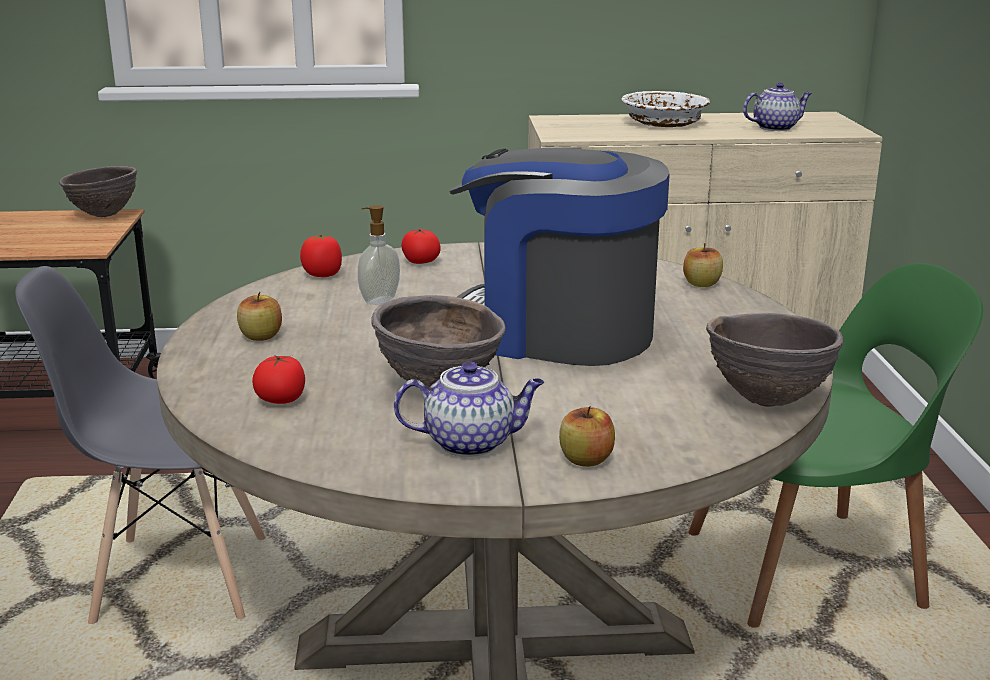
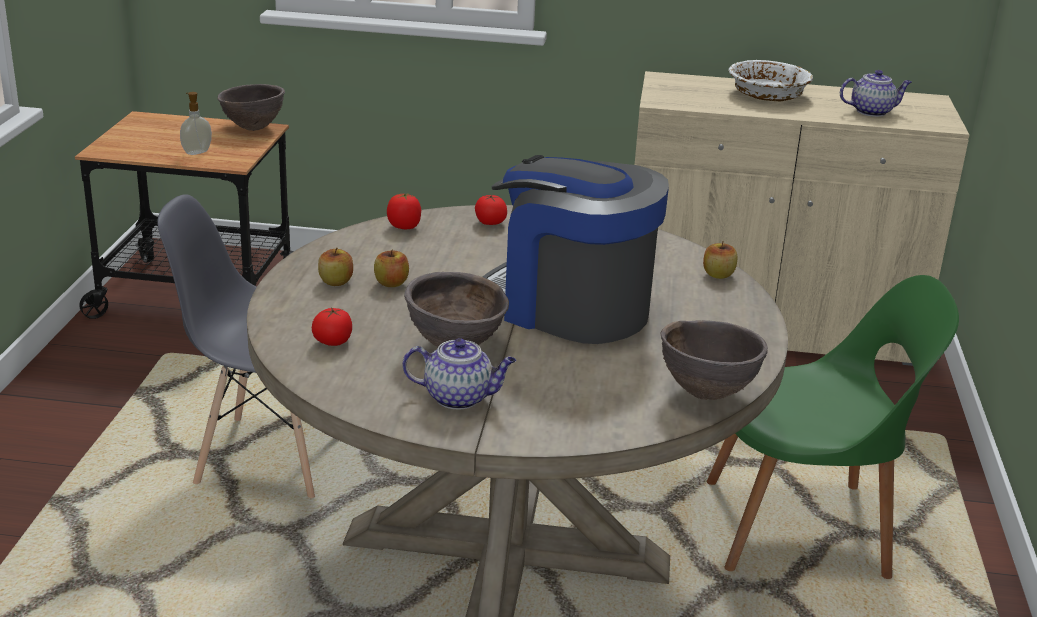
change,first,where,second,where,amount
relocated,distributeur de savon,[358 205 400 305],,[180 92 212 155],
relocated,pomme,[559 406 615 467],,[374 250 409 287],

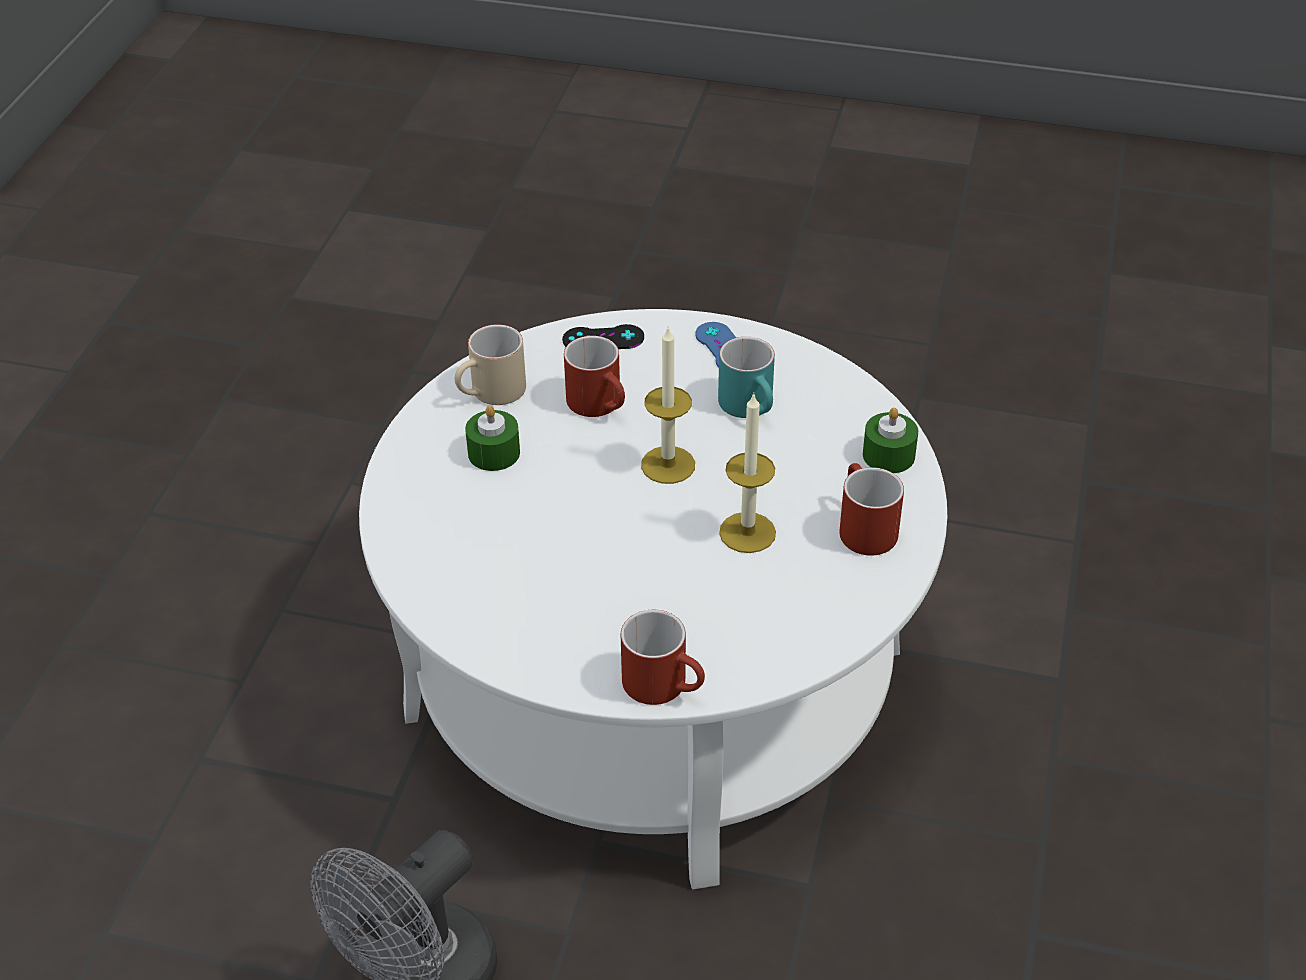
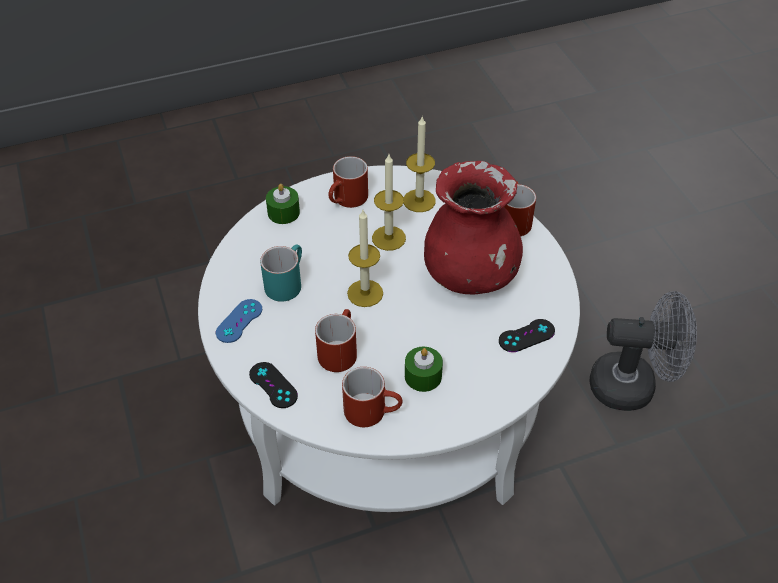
change,first,where,second,where,amount
appeared,,,bougie,[404 117 436 212],
appeared,,,vase/rouge,[424 161 523 294],
appeared,,,manette/noir,[499 319 555 352],
colour,mug/beige,[454 324 526 405],mug/rouge,[342 367 403 427],

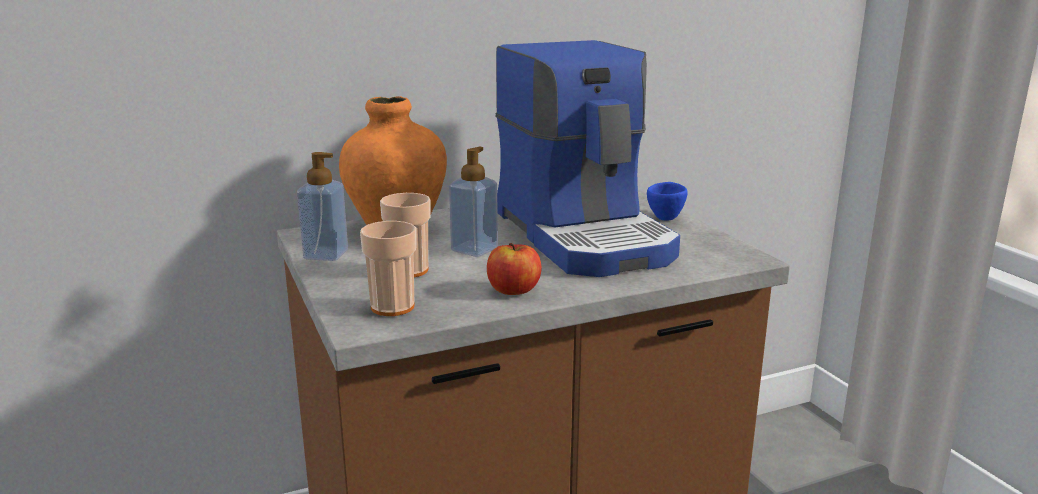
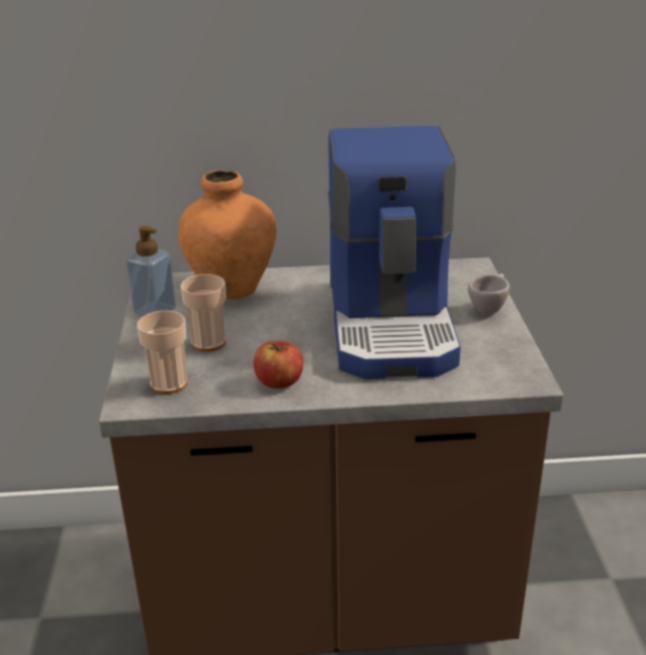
change,first,where,second,where,amount
missing,distributeur de savon,[449 147 498 257],,,
colour,tasse/bleu,[647 182 688 220],tasse/beige,[468 274 510 315],

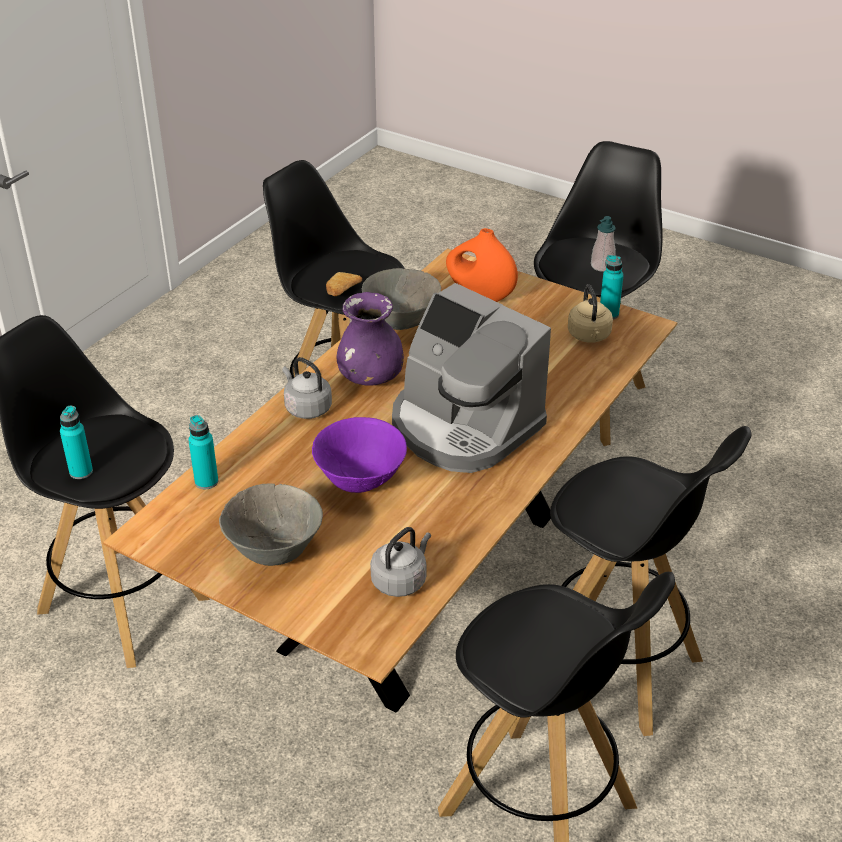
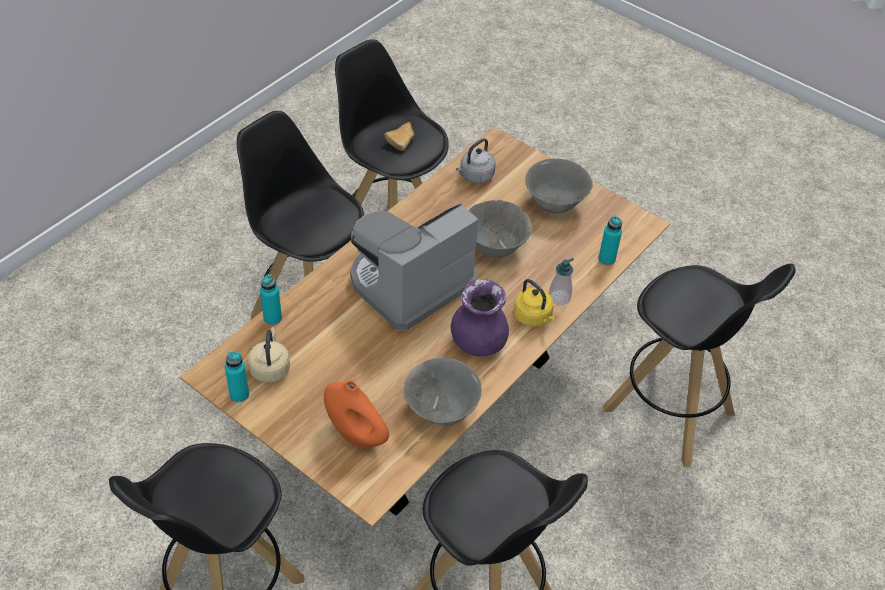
change,first,where,second,where,amount
relocated,bouteille/turquoise,[60 406 93 479],,[260 274 282 325],
relocated,pain,[326 272 362 296],,[384 122 415 151],
relocated,distributeur de savon,[591 216 616 272],,[549 258 574 305],
colour,bouilloire/gris,[282 357 332 419],bouilloire/jaune,[514 279 555 327],
colour,bol/violet,[312 417 407 493],bol/gris,[468 200 532 258],
spun,machine à café,[392 283 551 473],,[350 203 479 331],90 degrees counterclockwise

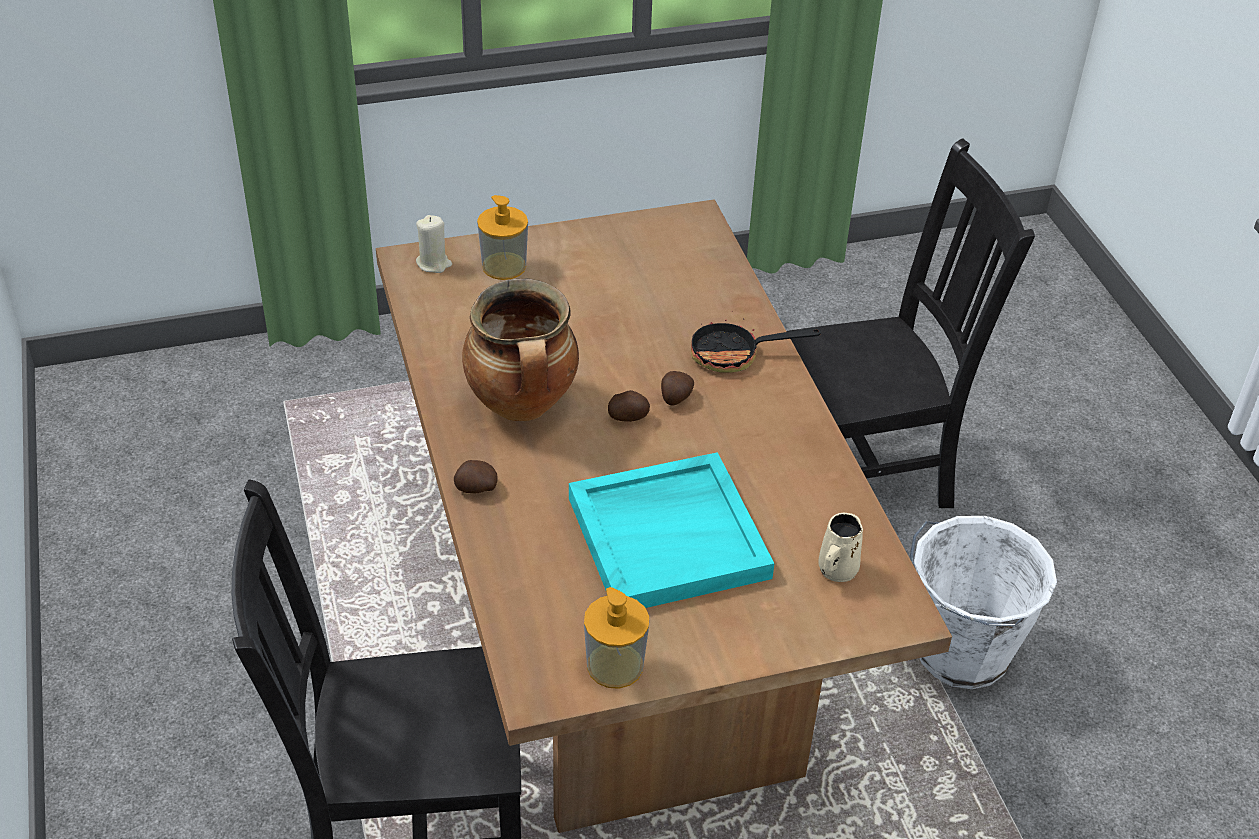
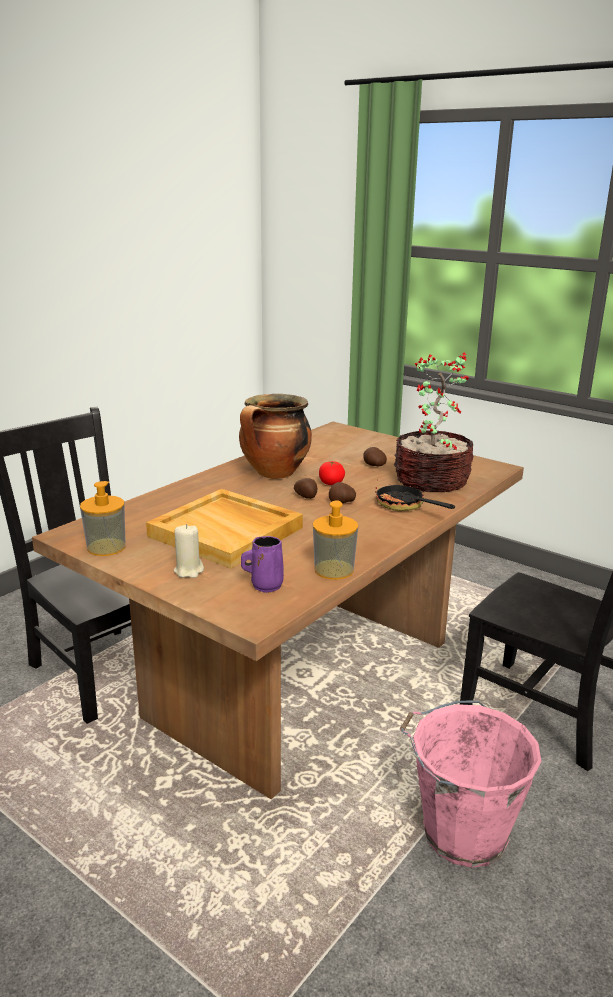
change,first,where,second,where,amount
appeared,,,tomate,[319 461 345 485],
appeared,,,plante en pot,[394 352 474 492],
relocated,bougie/beige,[416 215 452 273],,[174 524 204 578],
relocated,pomme de terre,[454 460 498 493],,[363 447 387 467],
relocated,distributeur de savon,[477 195 528 280],,[313 500 358 579],
colour,plateau/turquoise,[569 452 775 608],plateau/beige,[146 489 303 569],
colour,mug/beige,[818 513 863 582],mug/violet,[241 536 284 593],
colour,seau/blanc,[910 516 1057 689],seau/rose,[400 701 542 868],

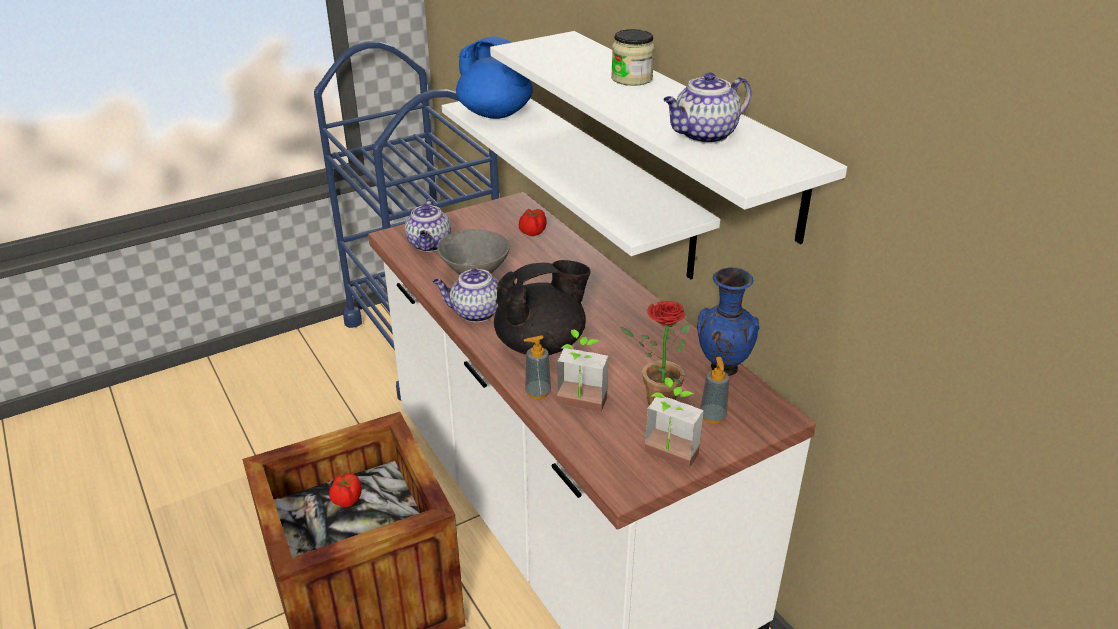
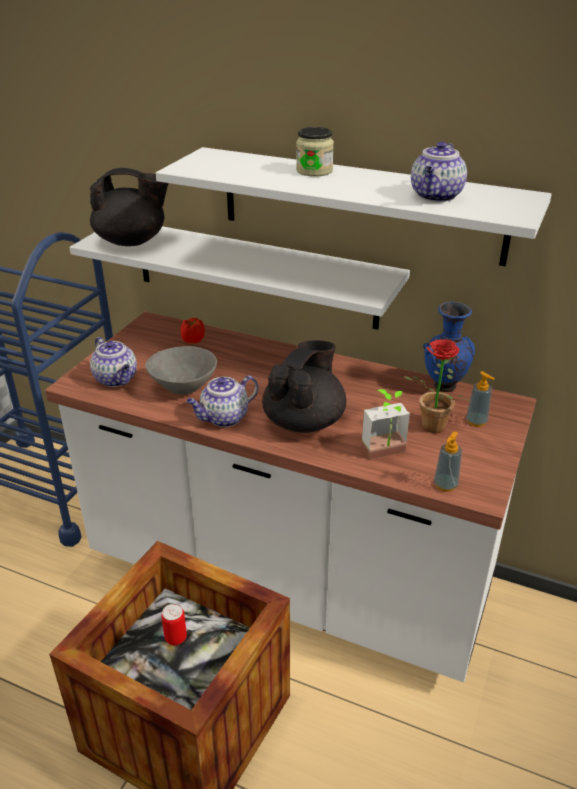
change,first,where,second,where,amount
missing,plante en pot,[644 377 704 469],,,
relocated,distributeur de savon,[524 335 551 399],,[434 432 462 492],
exchanged,tomate,[329 473 362 507],boîte métallique,[161 603 187 645],
colour,théière/bleu,[456 36 533 119],théière/noir,[90 168 169 246],

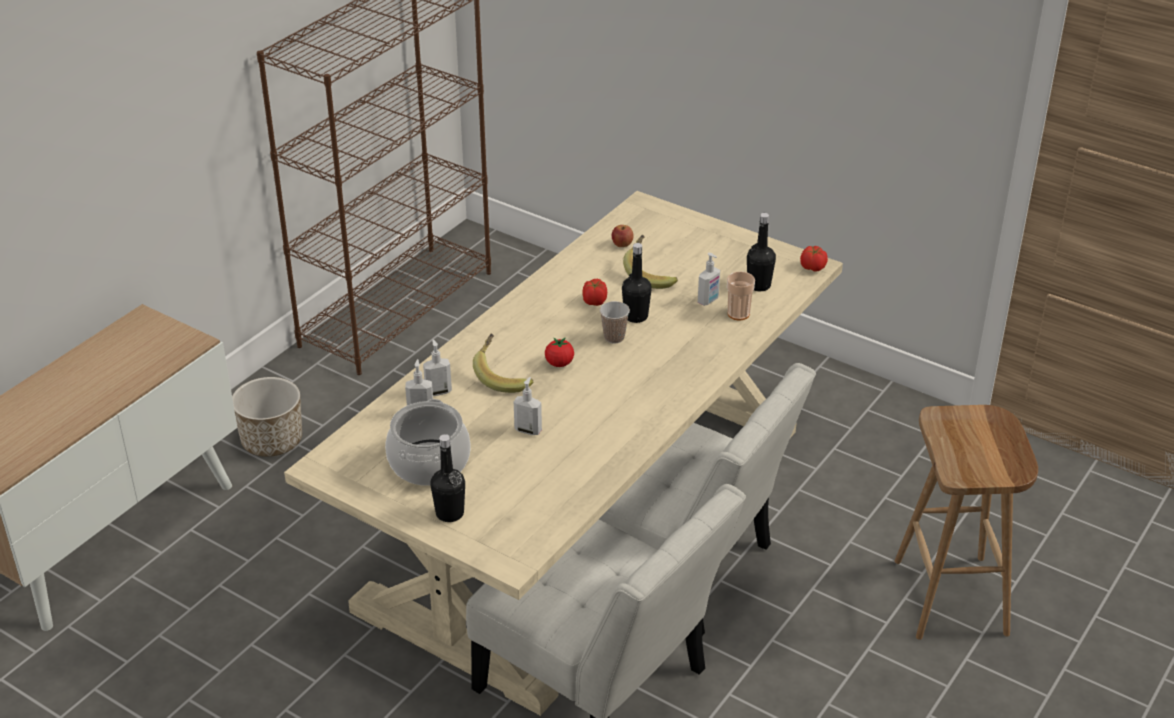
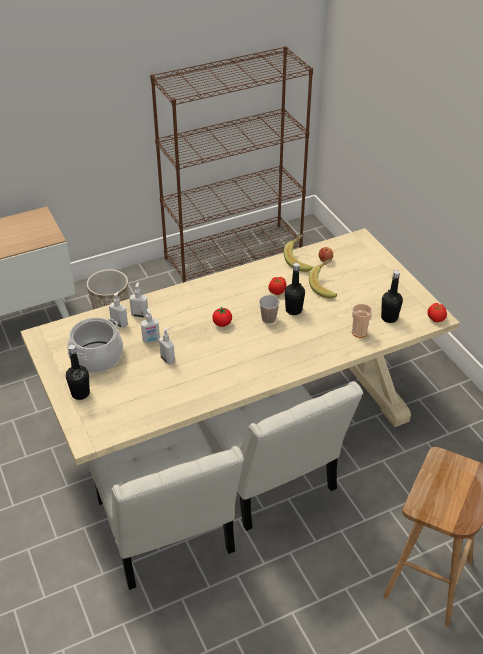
change,first,where,second,where,amount
relocated,banane,[473 334 533 393],,[284 233 313 272],
relocated,distributeur de savon,[698 253 720 306],,[141 308 160 343],

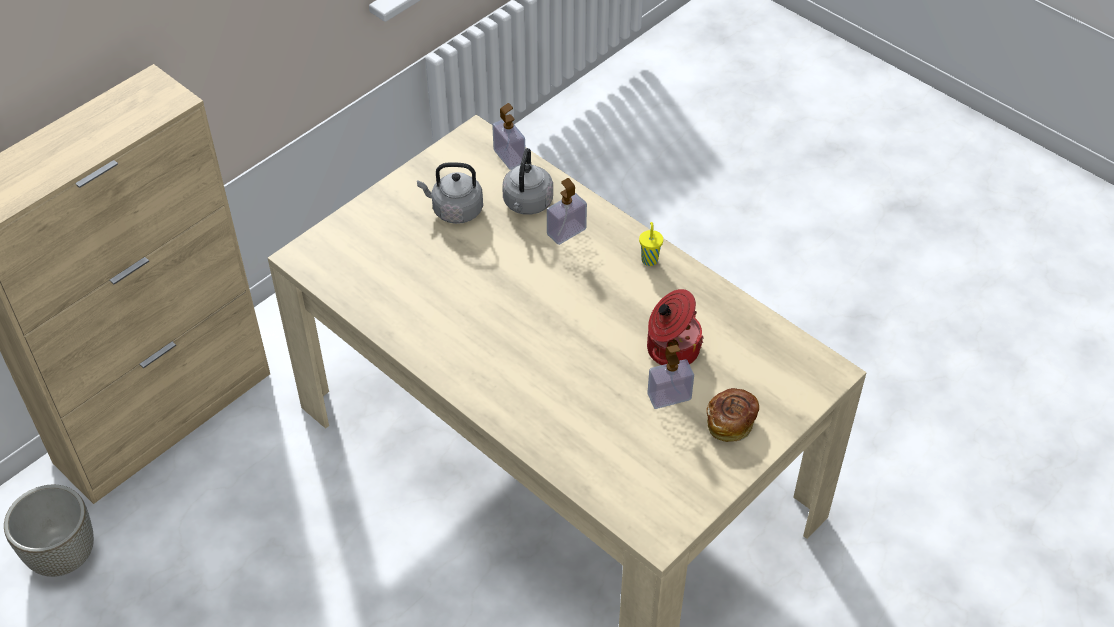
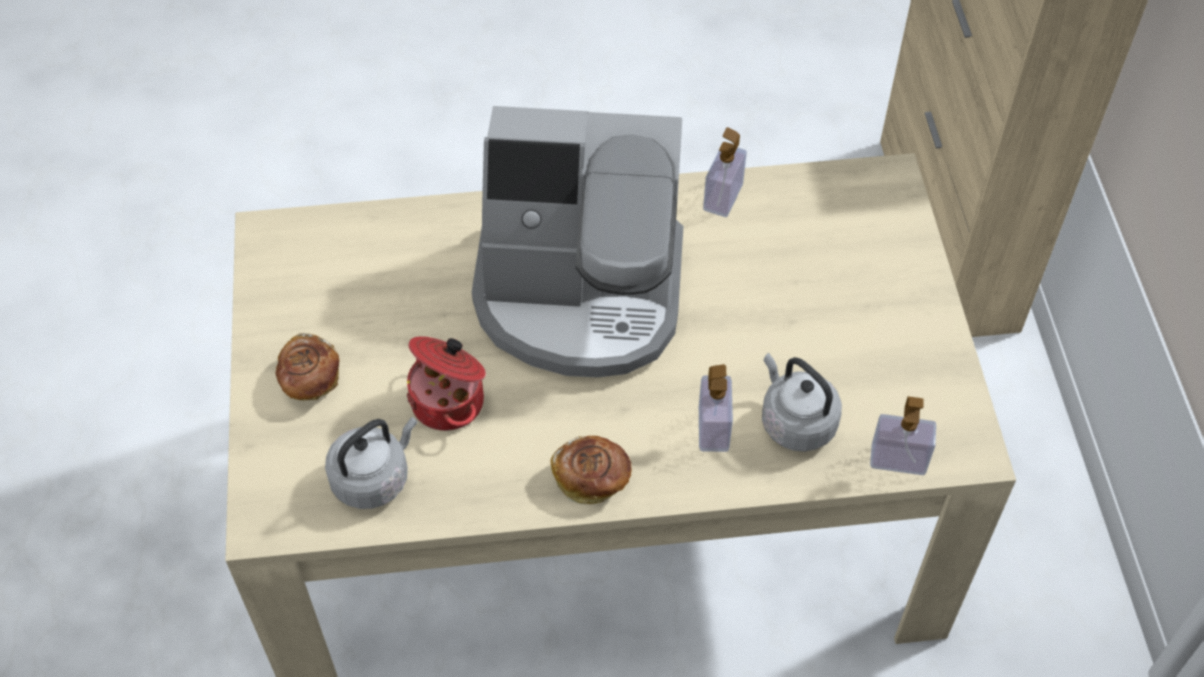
change,first,where,second,where,amount
missing,cache-pot/gris,[4 484 94 577],,,
appeared,,,machine à café,[472 106 683 377],
relocated,bouilloire/gris,[417 163 483 224],,[325 417 418 509],
relocated,distributeur de savon,[647 345 694 409],,[703 127 747 217],
exchanged,tasse/jaune,[639 222 663 266],pain,[551 436 632 504],

